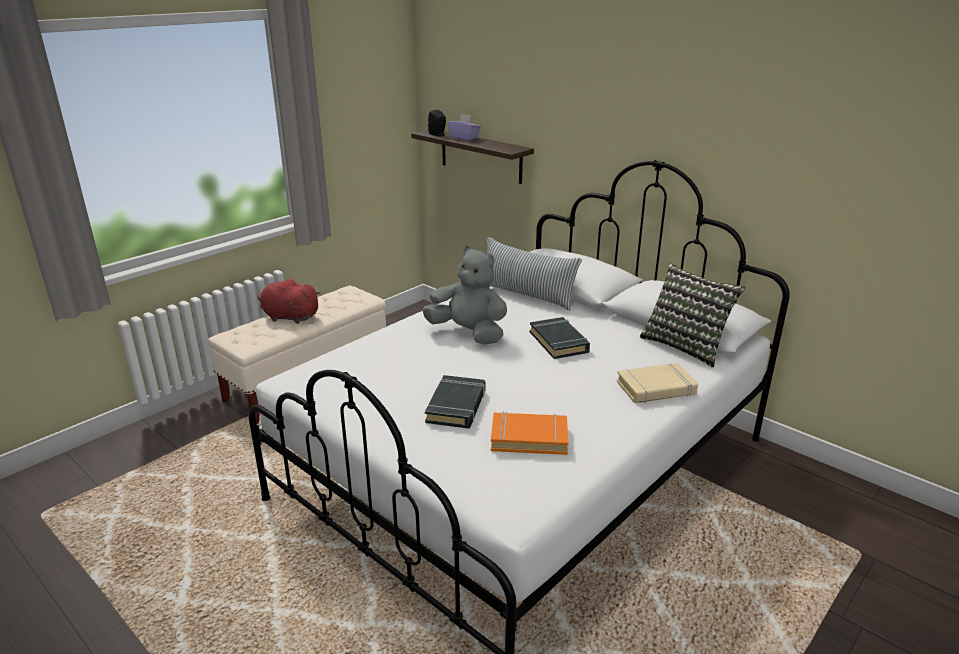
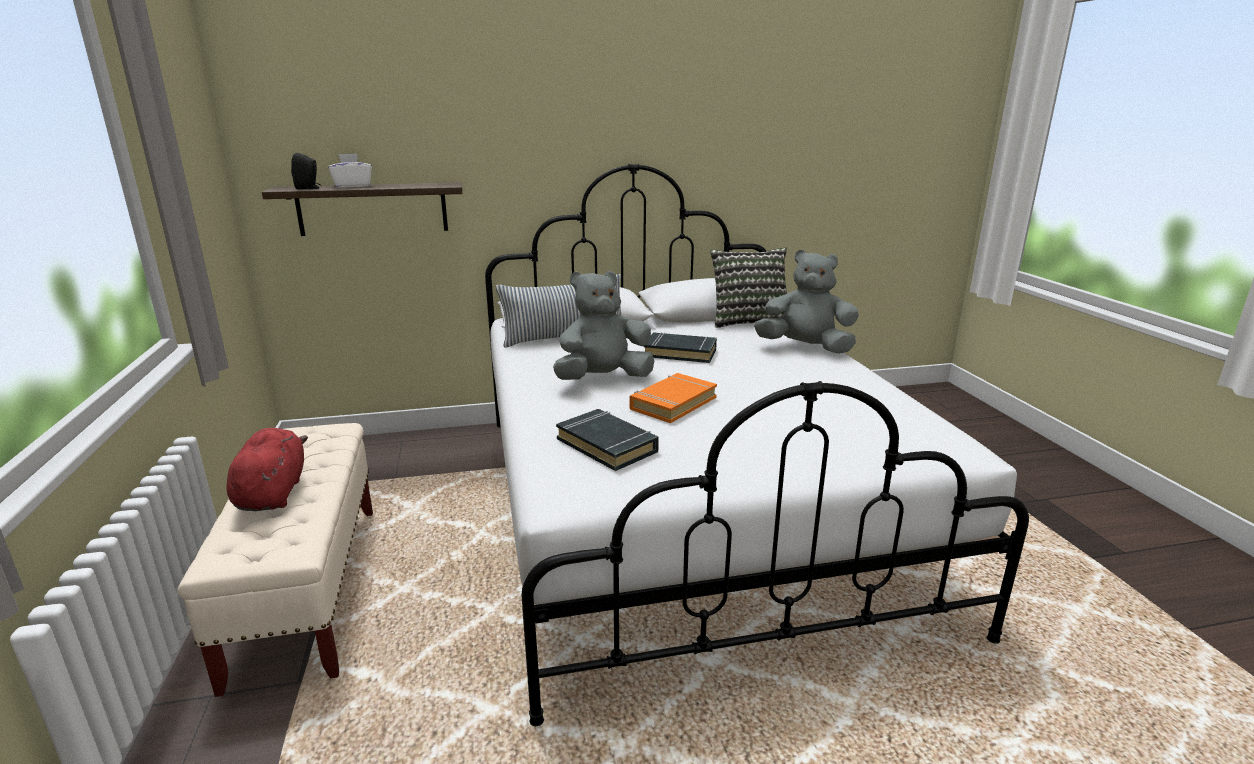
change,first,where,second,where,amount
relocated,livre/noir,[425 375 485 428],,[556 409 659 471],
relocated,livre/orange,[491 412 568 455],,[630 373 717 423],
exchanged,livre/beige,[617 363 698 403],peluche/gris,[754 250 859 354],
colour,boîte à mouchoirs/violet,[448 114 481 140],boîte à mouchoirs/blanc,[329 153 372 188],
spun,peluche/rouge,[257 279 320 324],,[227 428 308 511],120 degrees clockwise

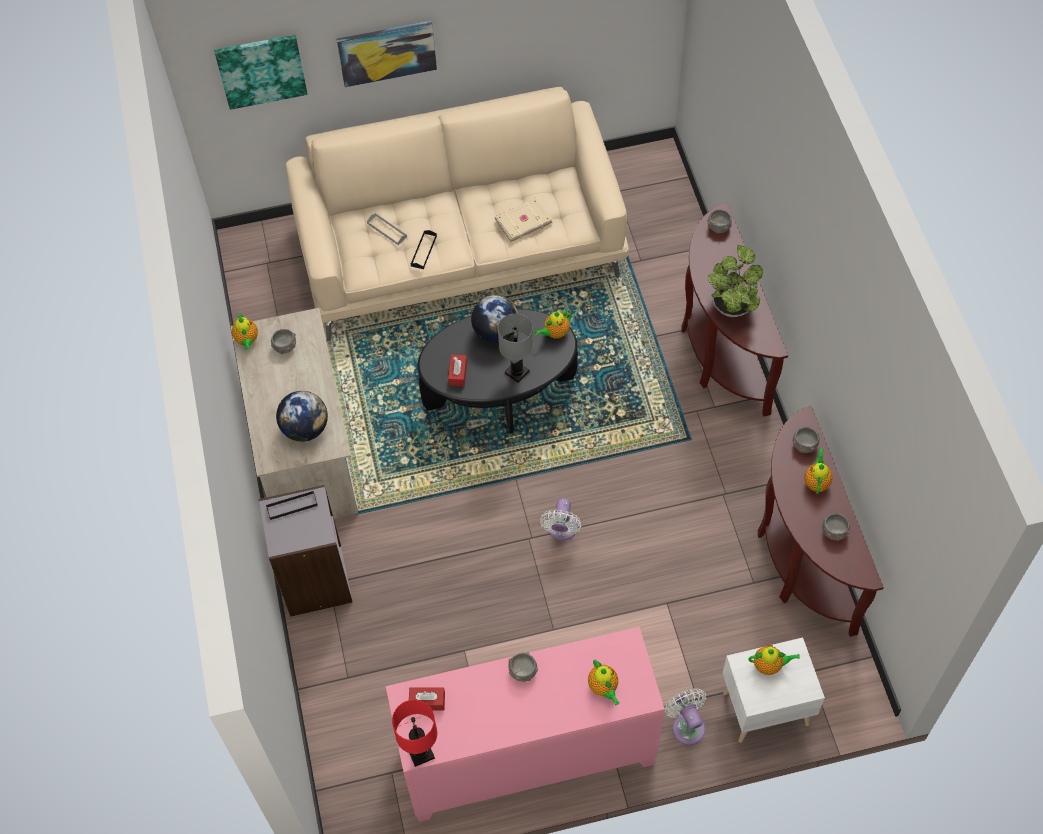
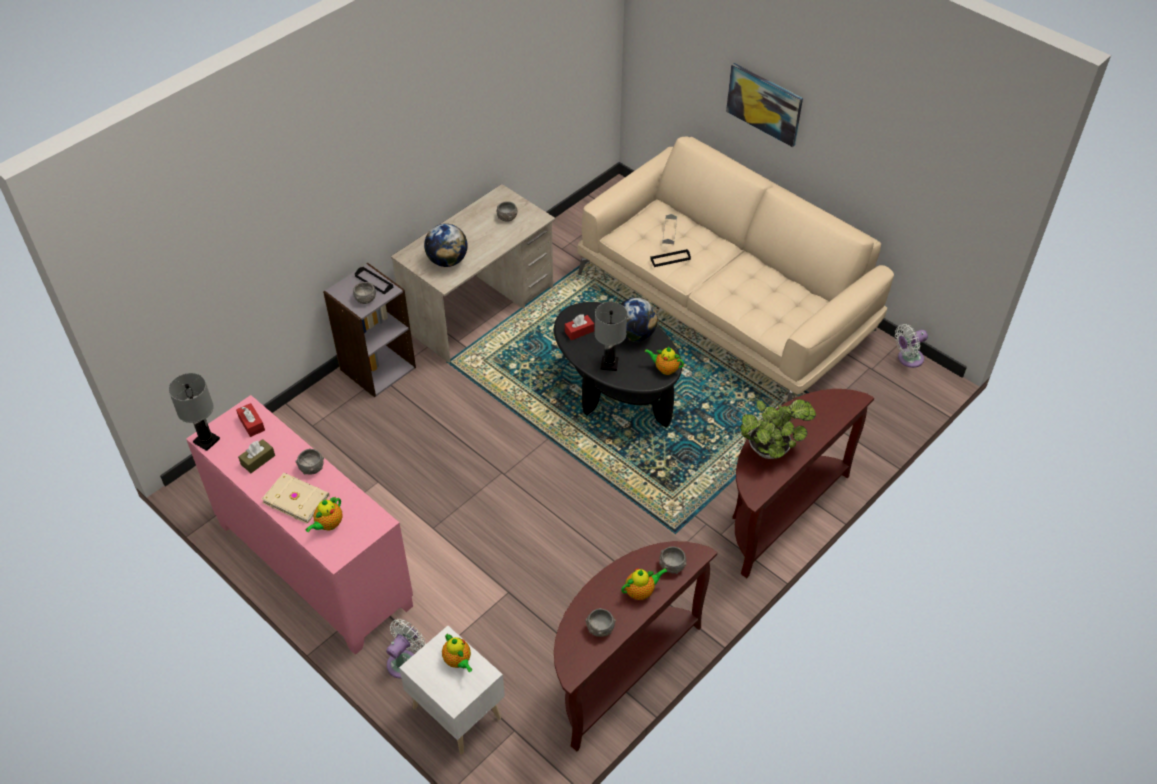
change,first,where,second,where,amount
missing,tableau,[214 35 308 110],,,
missing,théière,[232 312 258 350],,,
appeared,,,boîte à mouchoirs/marron,[238 439 275 473],
relocated,livre/beige,[495 198 552 243],,[262 473 330 524],
relocated,ventilateur/blanc,[540 498 581 541],,[895 324 928 368],
relocated,bol/gris,[708 209 732 234],,[353 282 376 304],
colour,lampe de table/rouge,[392 700 437 767],lampe de table/gris,[168 373 220 451],

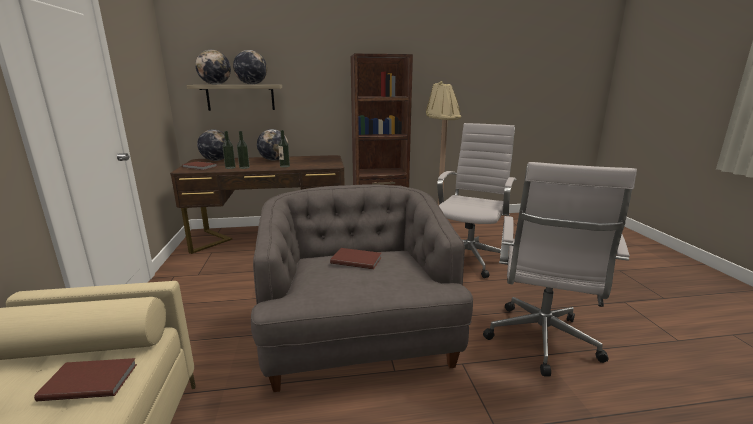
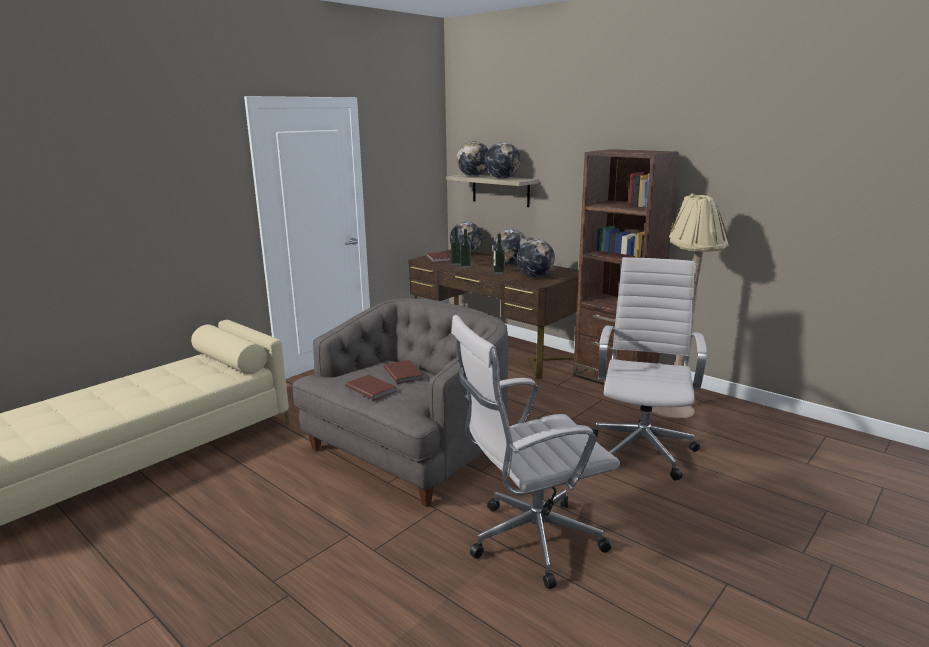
change,first,where,second,where,amount
appeared,,,globe,[517 239 555 277],
relocated,livre/marron,[34 358 137 401],,[345 374 396 400],
spun,chaise de bureau/blanc,[437 123 516 278],,[592 257 707 481],60 degrees counterclockwise

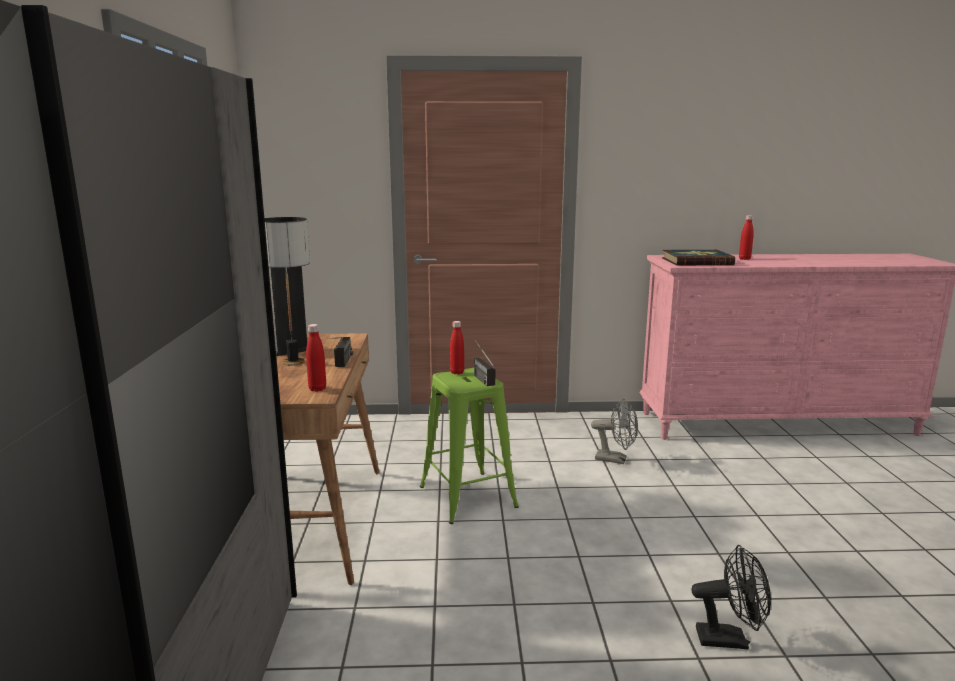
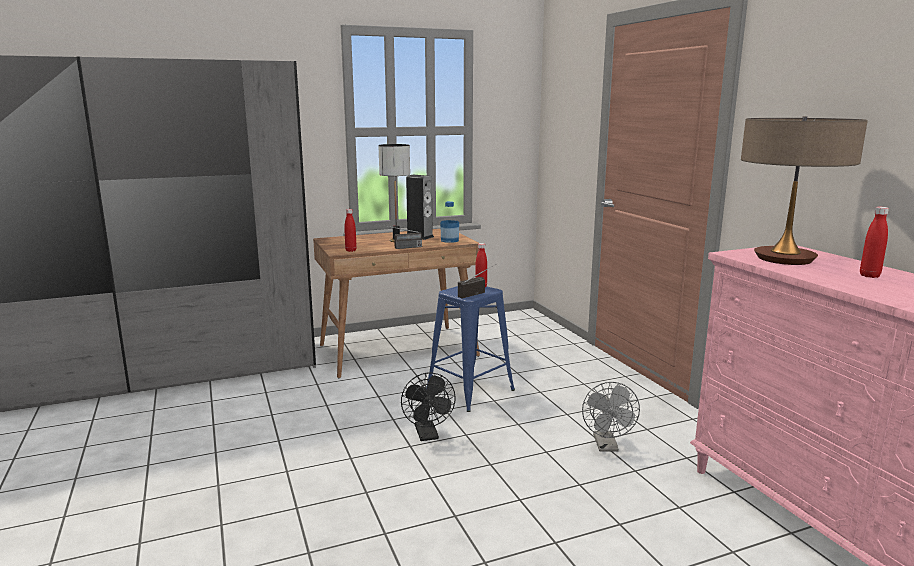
change,first,where,second,where,amount
appeared,,,bouteille,[440 201 459 243],
relocated,ventilateur/noir,[691 545 771 650],,[401 373 456 441],
exchanged,livre,[662 250 735 265],lampe de table,[741 116 868 265],
colour,tabouret/vert,[420 368 519 524],tabouret/bleu,[426 286 515 412],

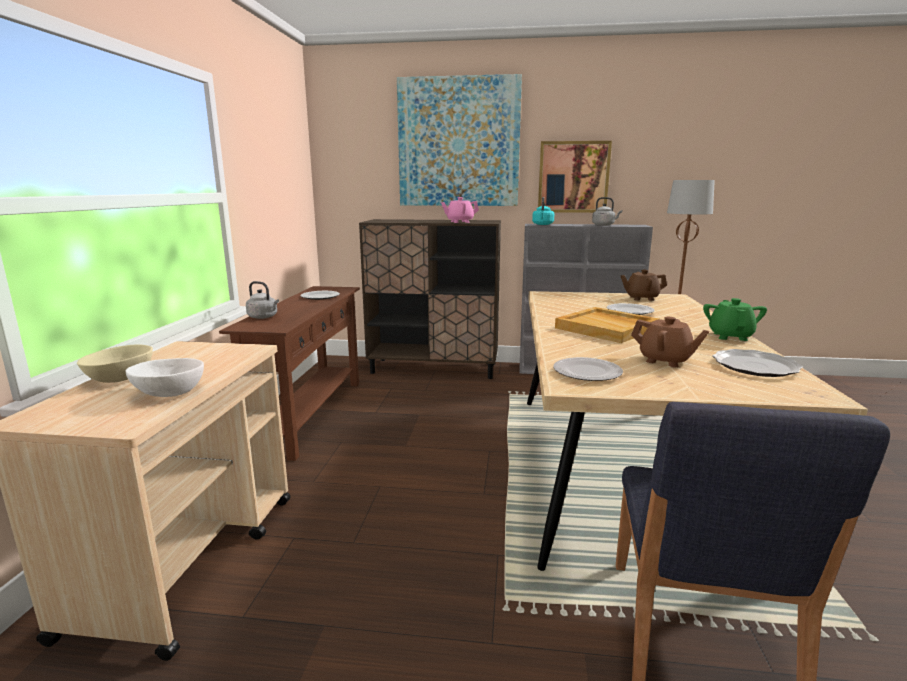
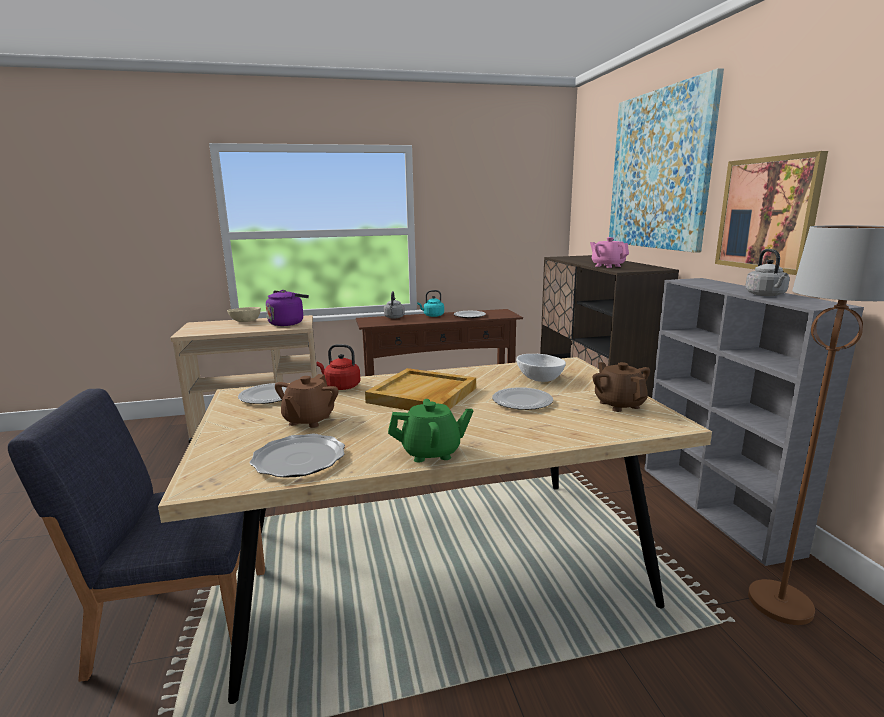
change,first,where,second,where,amount
appeared,,,bouilloire/violet,[266 290 309 326],
appeared,,,bouilloire/rouge,[316 344 360 390],
relocated,bol/blanc,[125 358 204 397],,[516 354 566 382],
relocated,bouilloire/turquoise,[532 197 554 225],,[417 290 444 317],

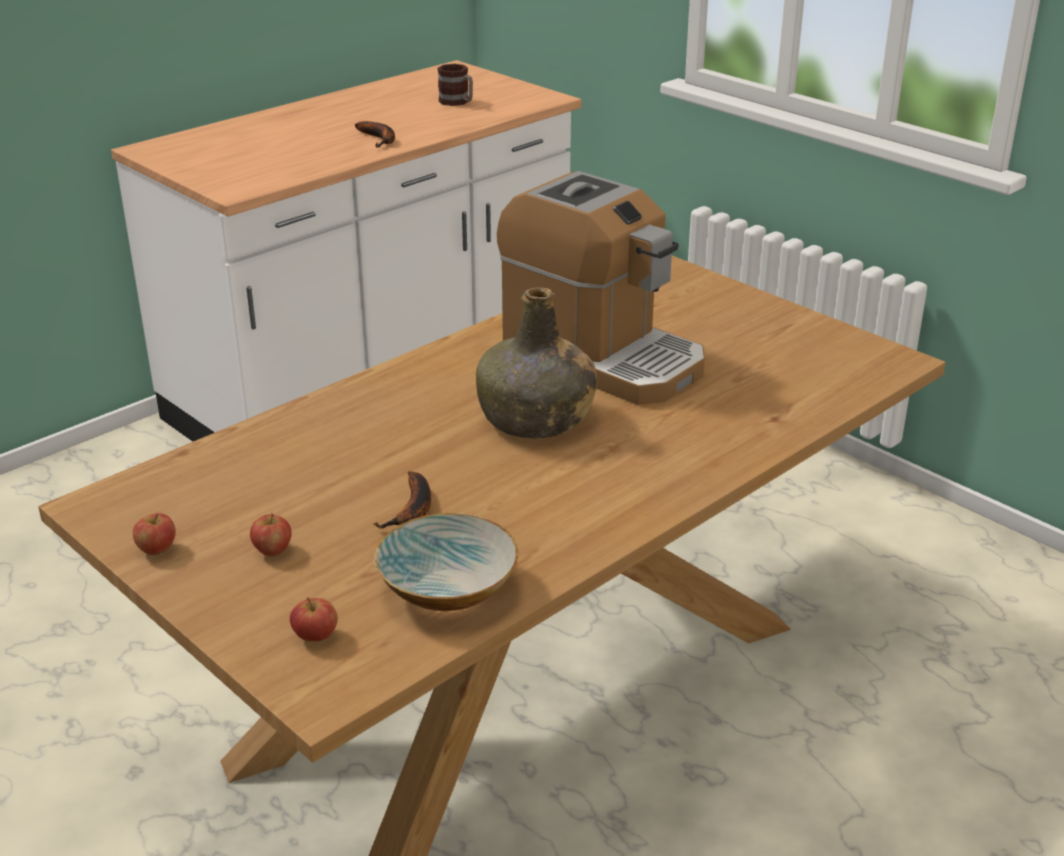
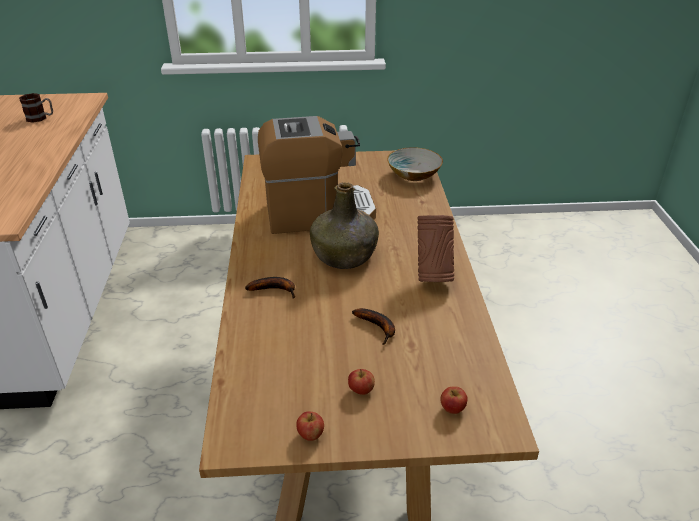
change,first,where,second,where,amount
appeared,,,vase/marron,[418 215 454 282],
relocated,banane,[355 121 395 148],,[245 277 295 299],
relocated,bol,[374 513 519 611],,[387 147 443 181],

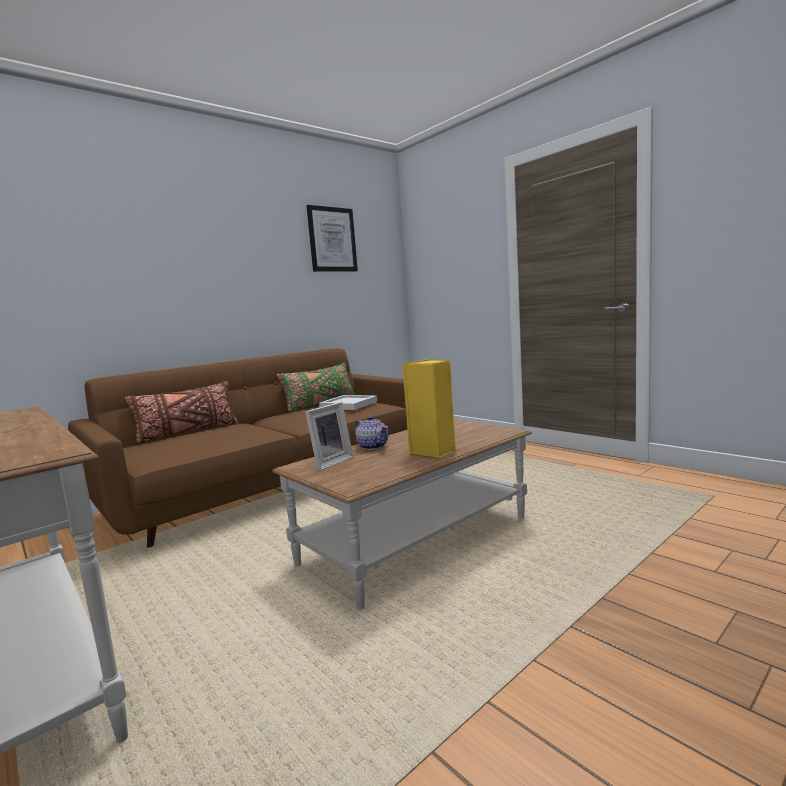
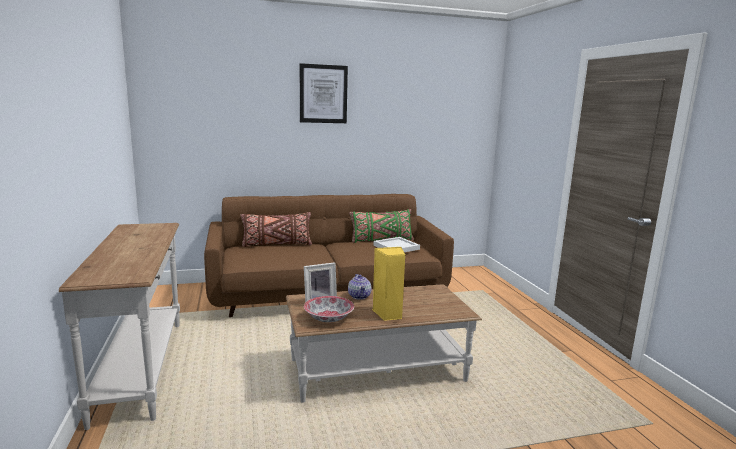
change,first,where,second,where,amount
appeared,,,bol,[304 296 354 322],
relocated,tableau,[306 205 358 272],,[300 63 348 123],

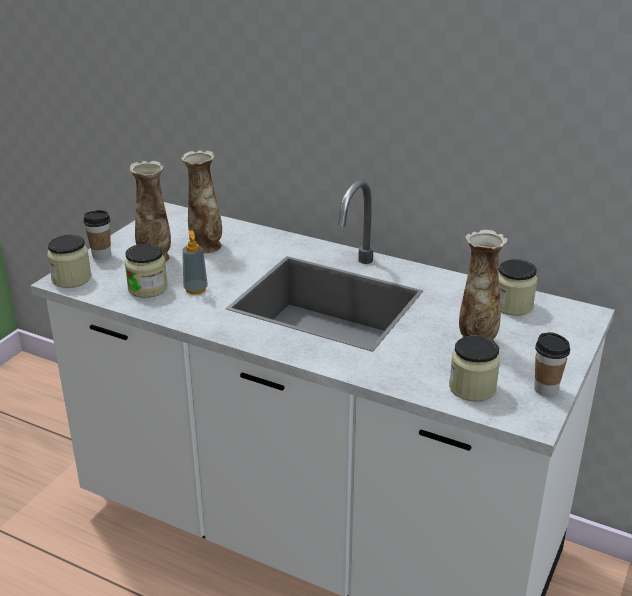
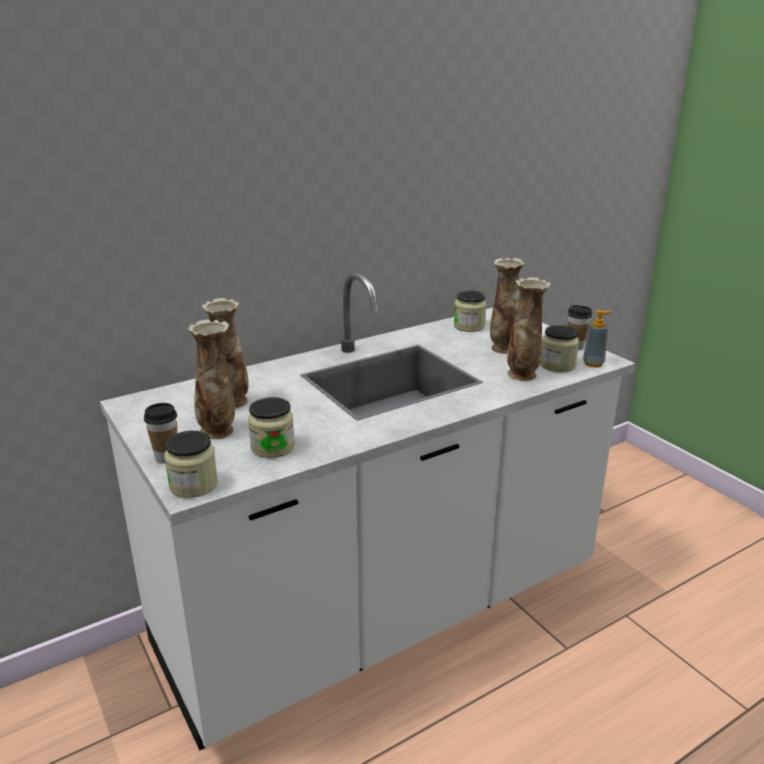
change,first,where,second,where,amount
appeared,,,vase,[507 277 551 381],
relocated,distributeur de savon,[182 231 208 295],,[583 310 613 367],

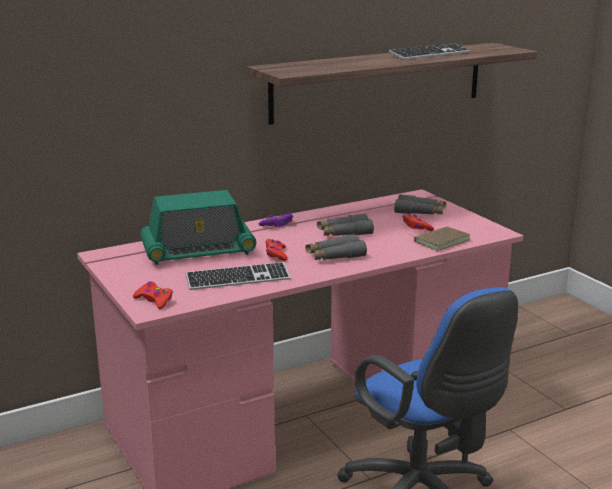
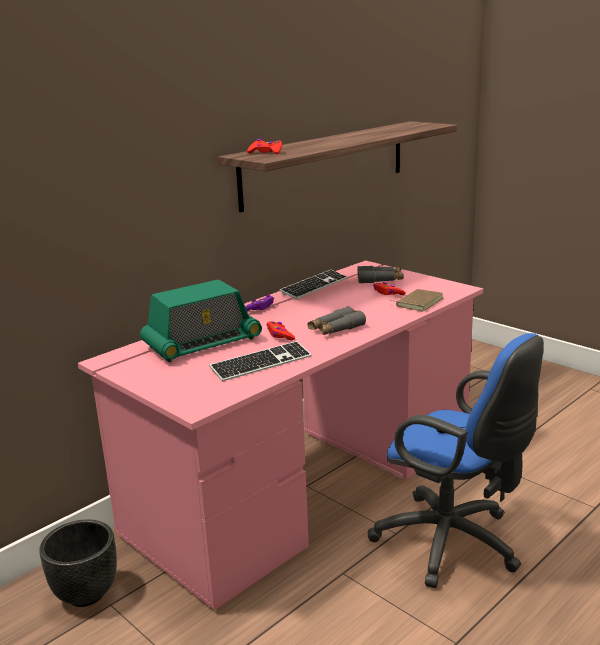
change,first,where,second,where,amount
missing,jumelles/gris,[317 214 374 236],,,
appeared,,,cache-pot/noir,[39 519 117 607],
relocated,manette/rouge,[133 281 173 309],,[247 139 282 154],
relocated,clavier,[389 43 470 60],,[279 270 348 299],

